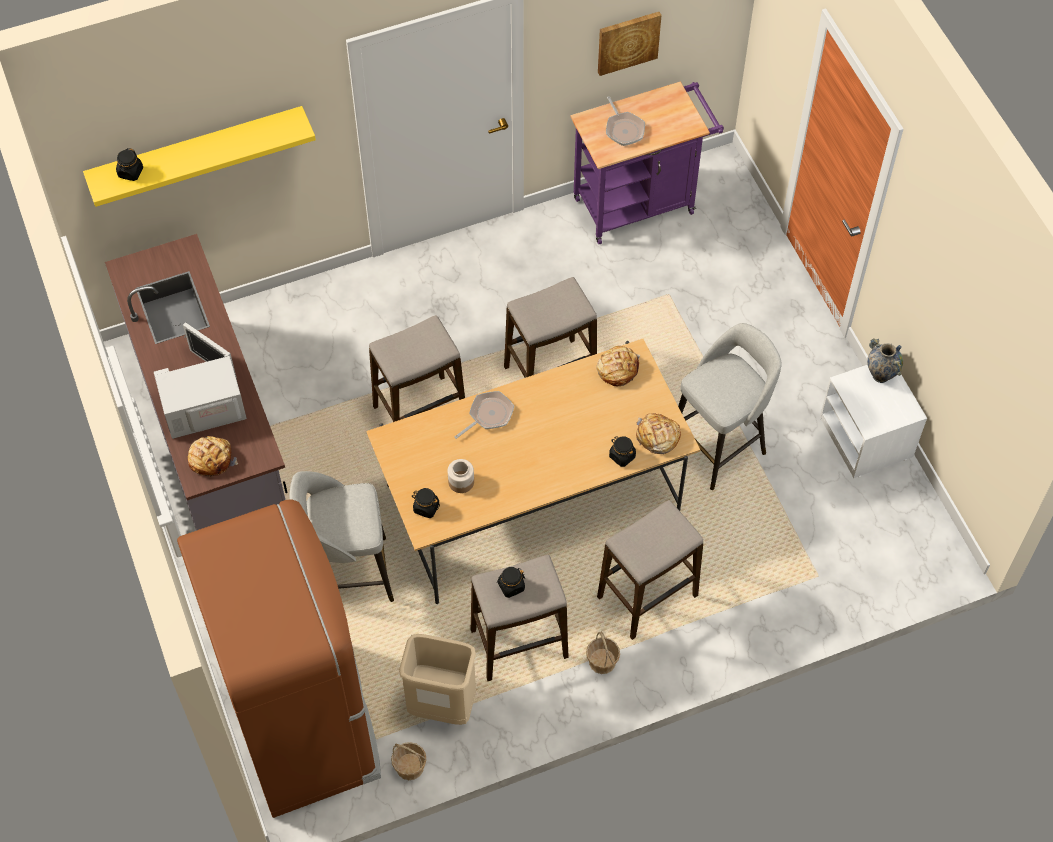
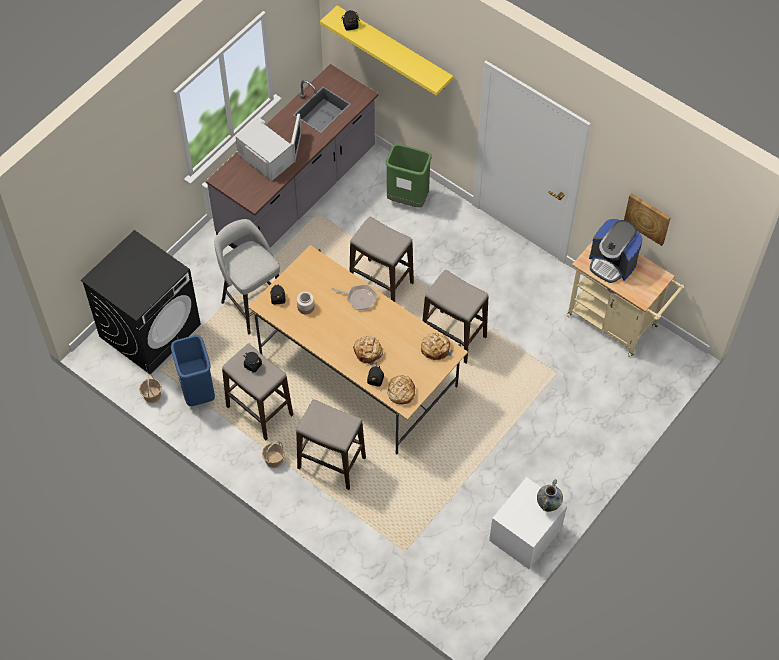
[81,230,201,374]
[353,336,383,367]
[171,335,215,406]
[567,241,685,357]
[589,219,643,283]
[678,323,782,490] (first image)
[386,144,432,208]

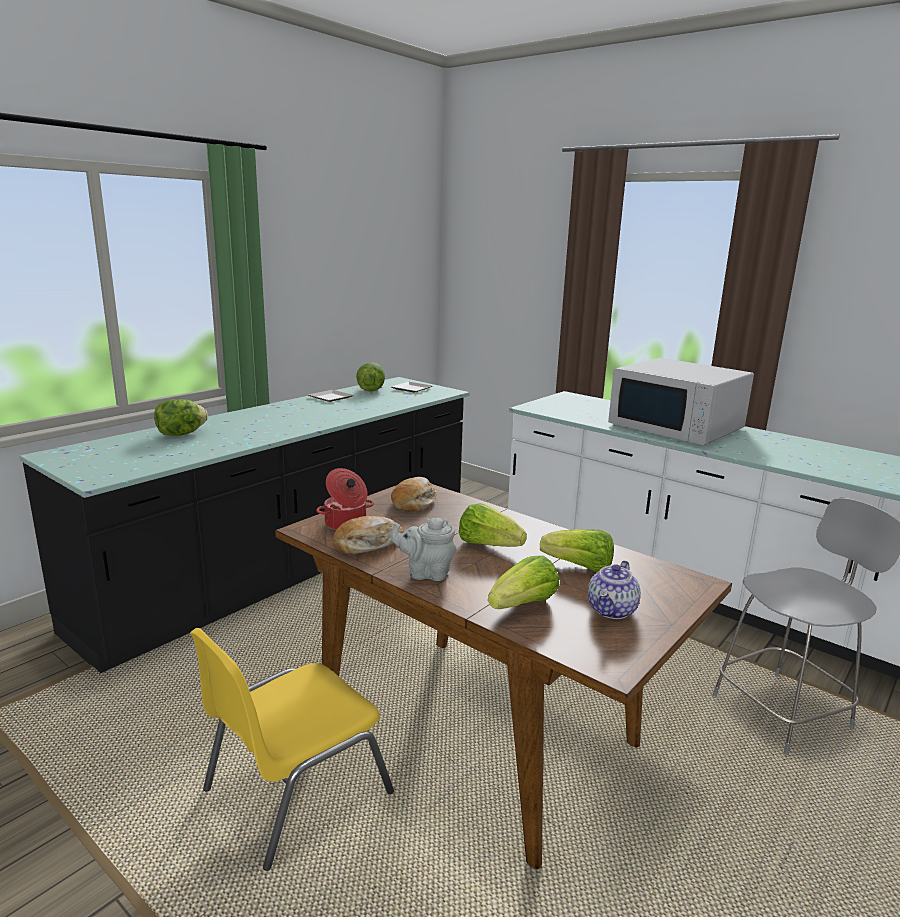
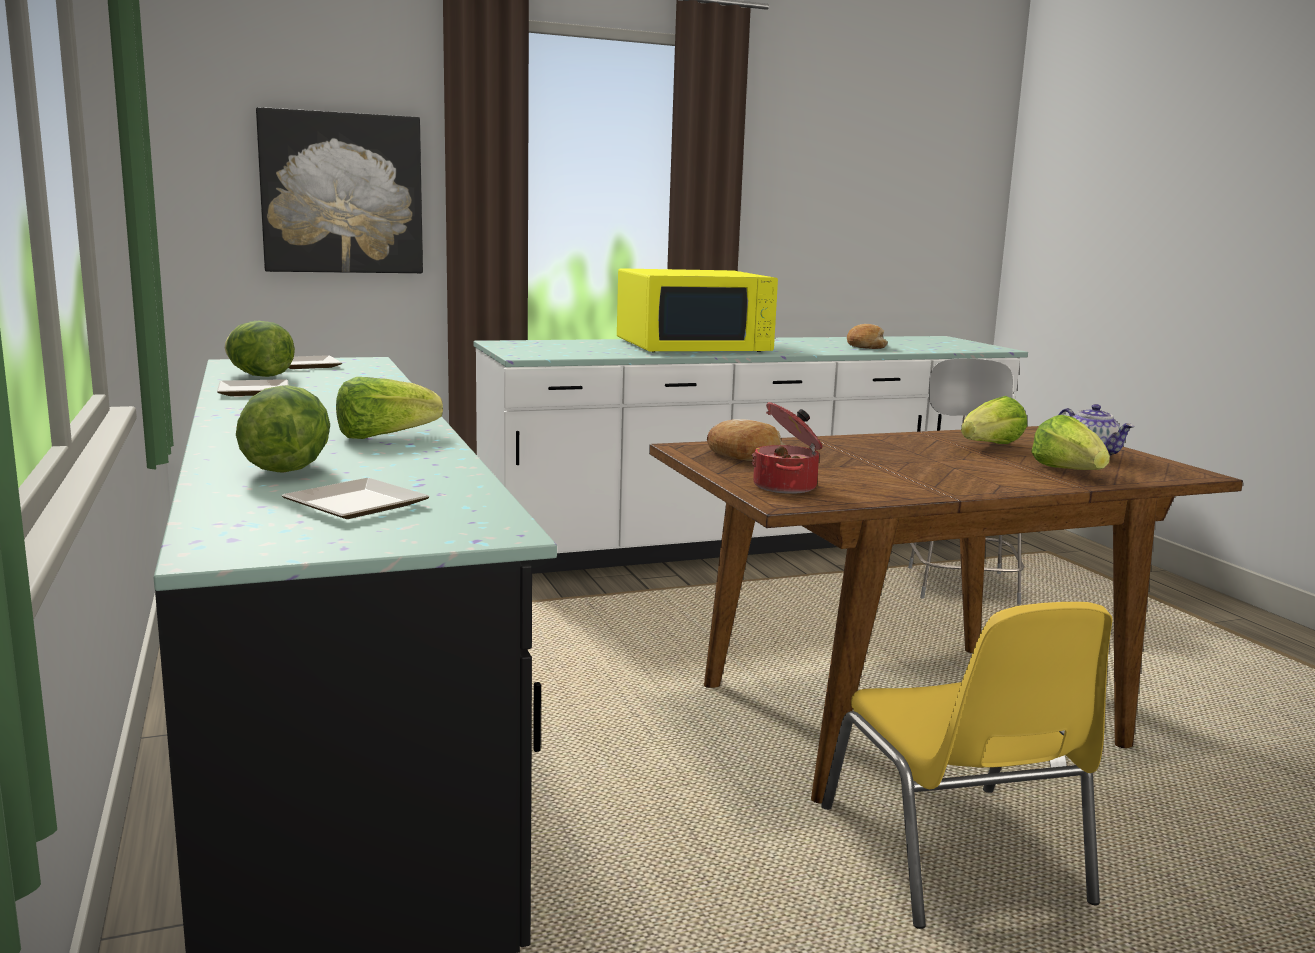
[847,324,888,349]
[390,518,456,581] (first image)
[336,377,443,439]
[617,268,778,353]
[256,107,423,273]
[282,478,430,519]

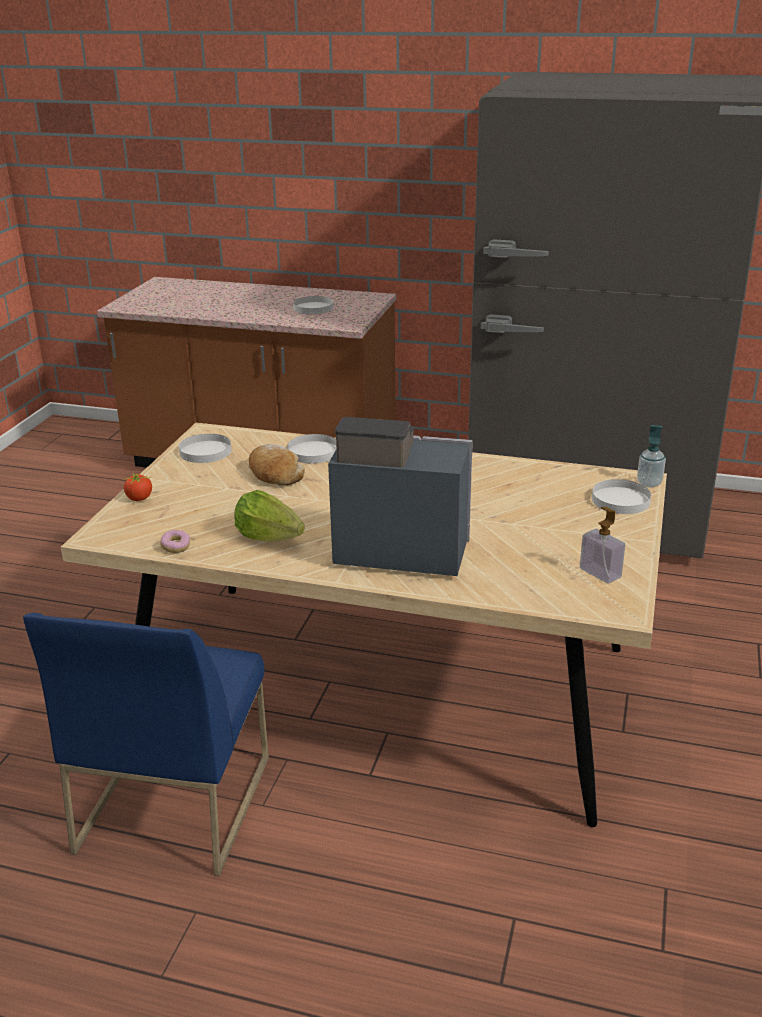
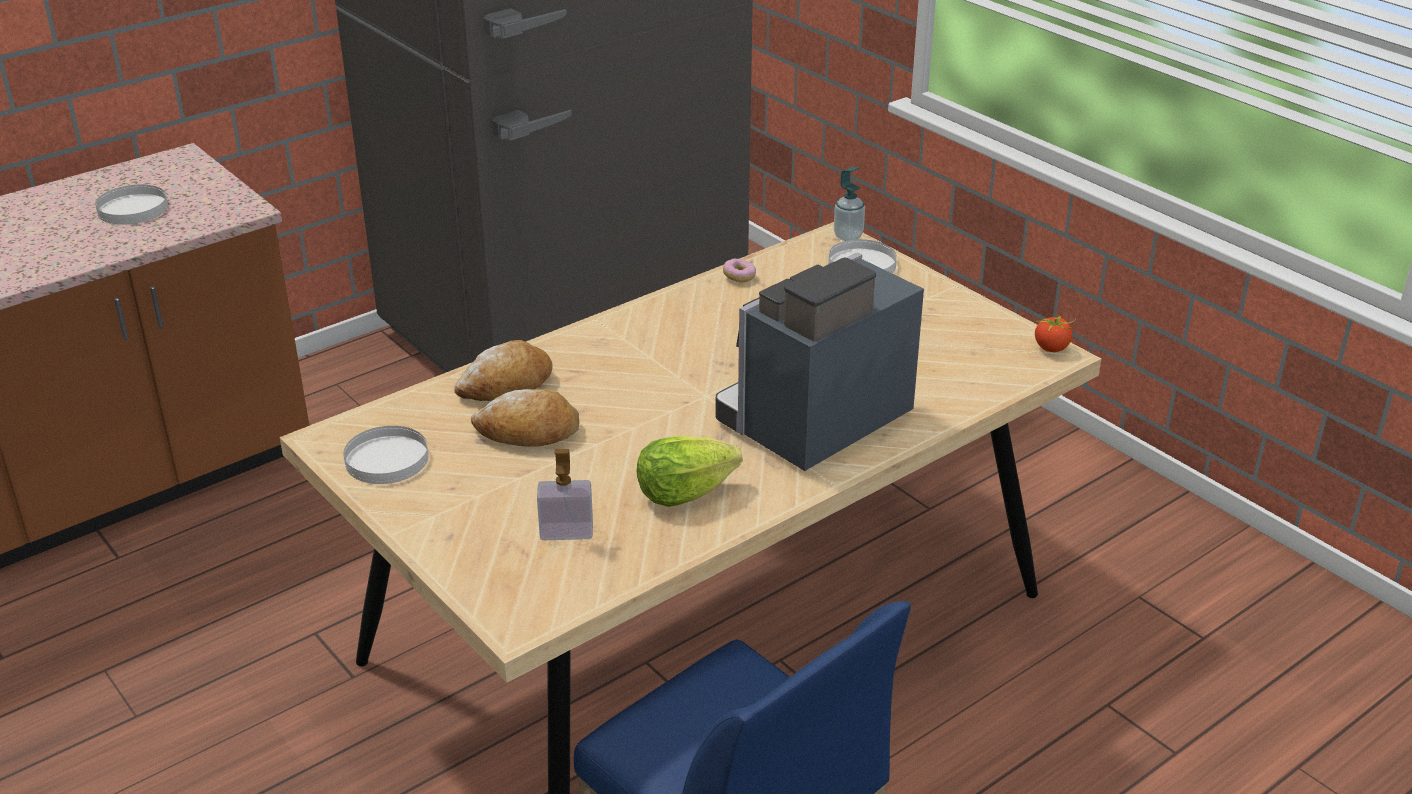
[1035,314,1076,352]
[723,258,756,282]
[454,340,553,401]
[537,449,593,540]

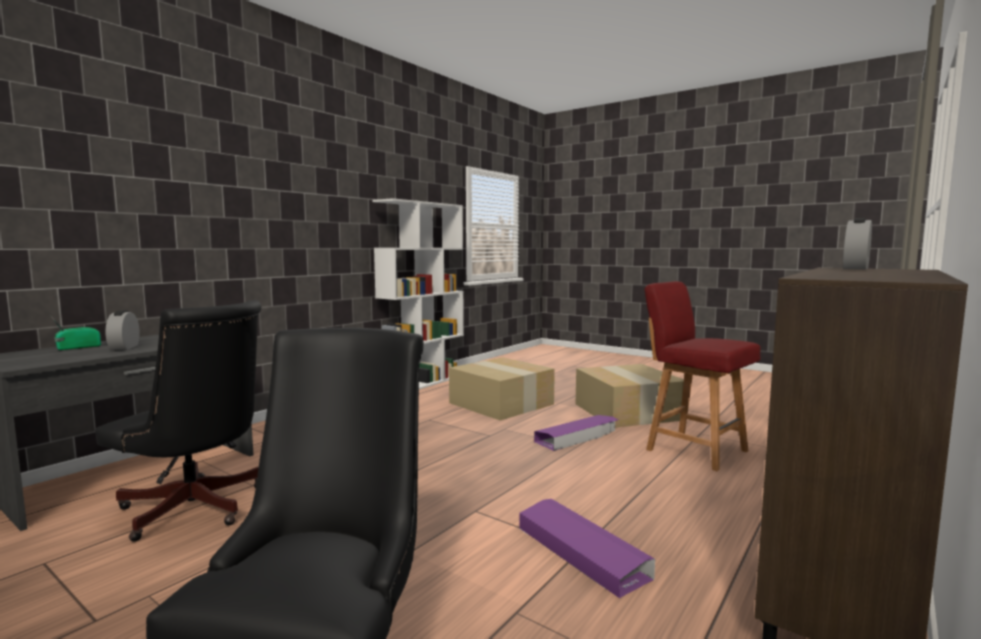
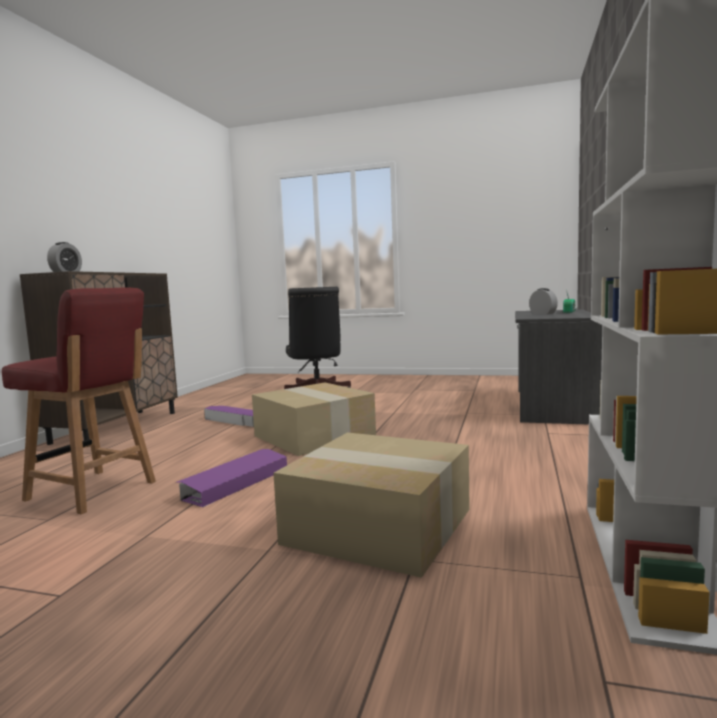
[95,300,261,542] (first image)
[252,383,376,456]

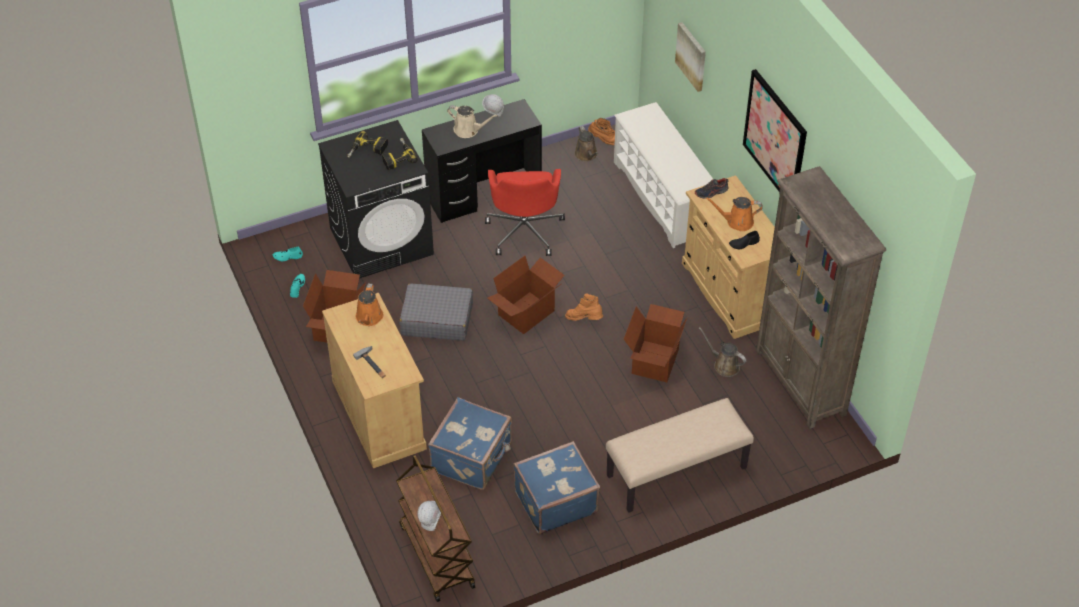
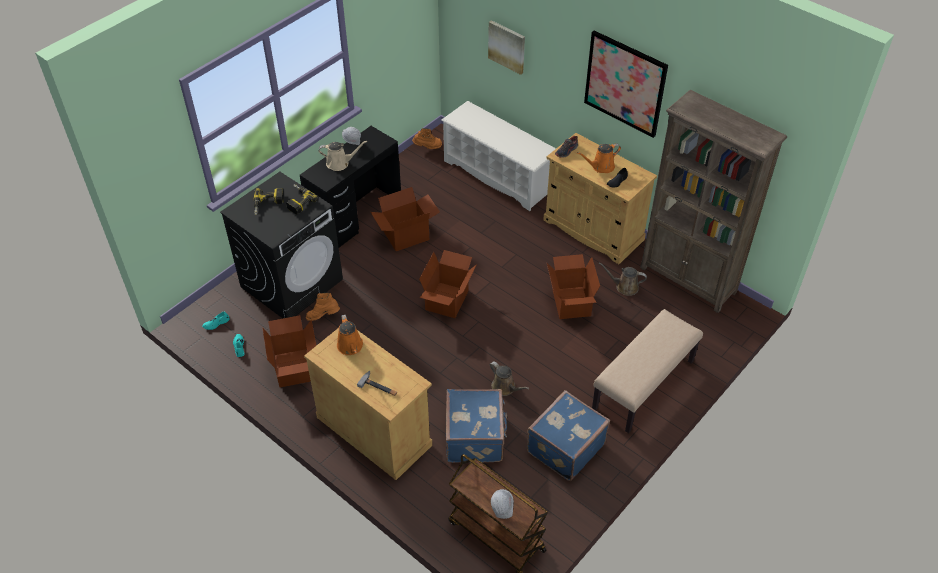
[399,283,473,341] (first image)
[371,187,440,251]
[306,293,340,321]
[490,361,529,396]

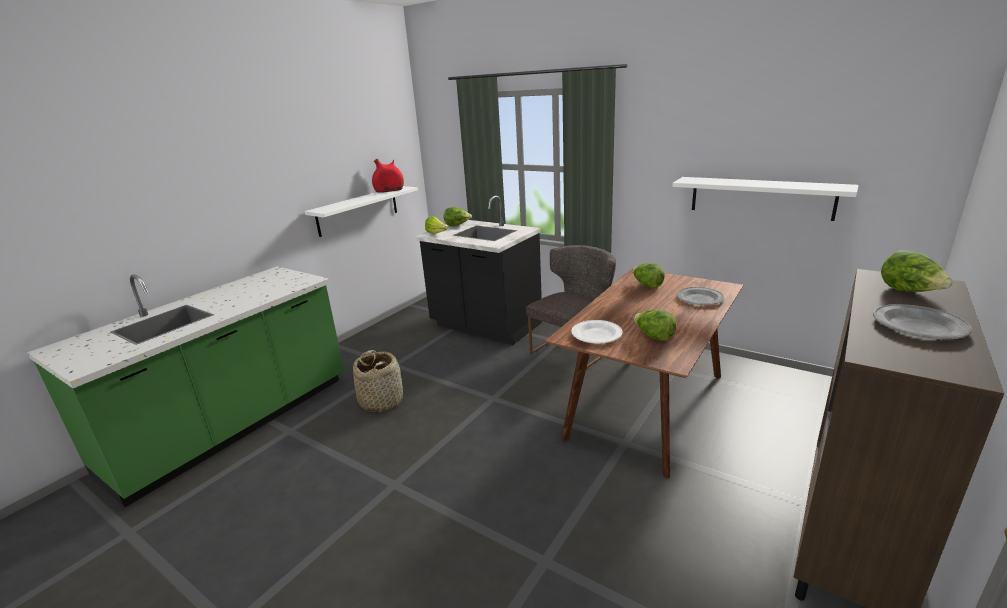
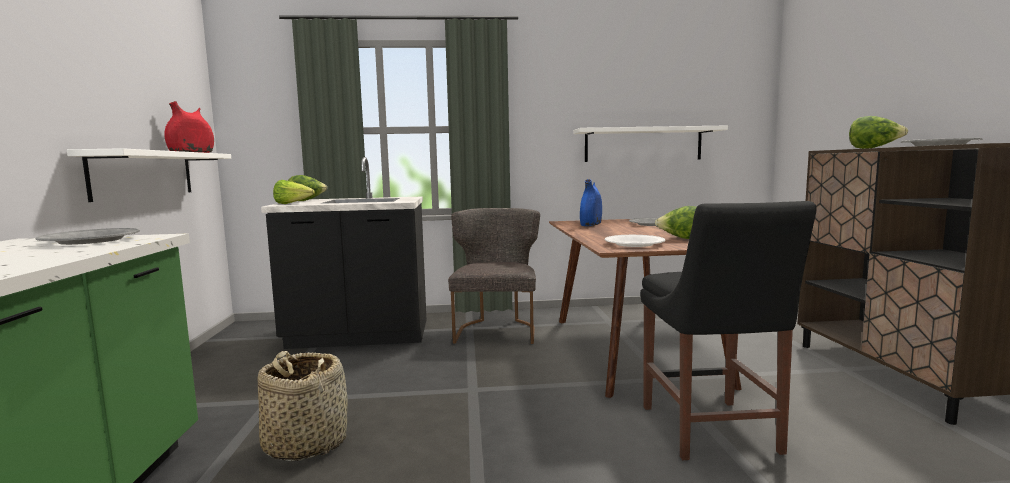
[580,179,602,226]
[36,228,140,245]
[640,201,817,460]

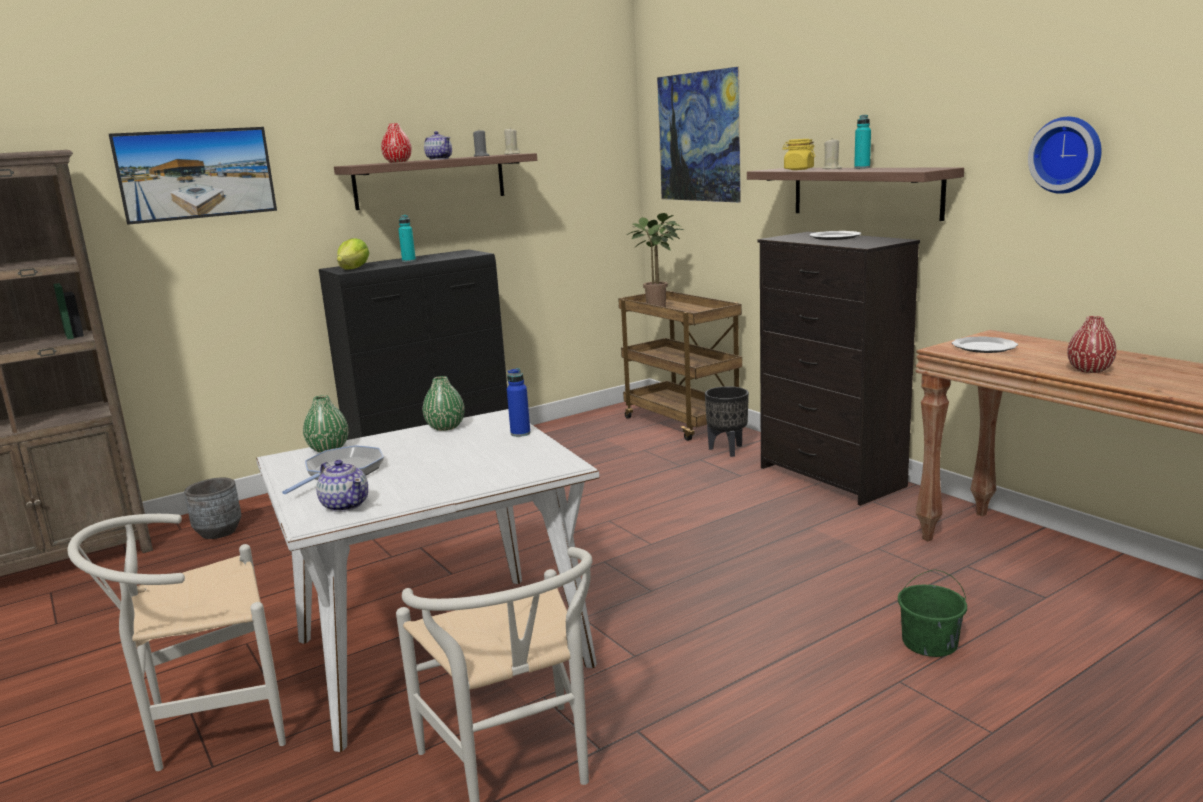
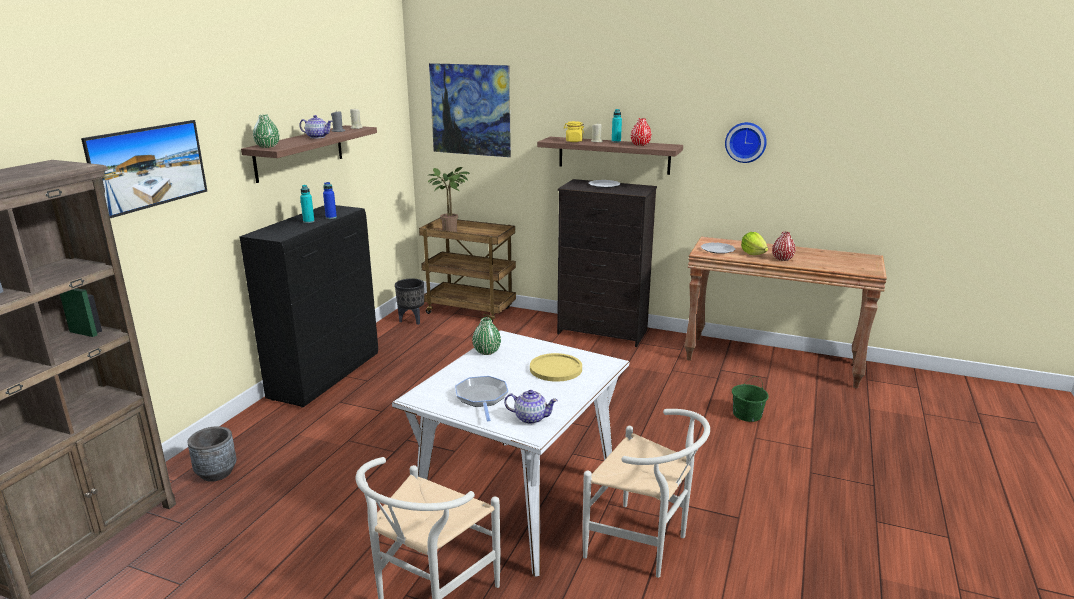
[253,114,280,148]
[741,232,768,255]
[631,118,652,146]
[323,182,337,219]
[395,279,424,325]
[530,353,582,382]

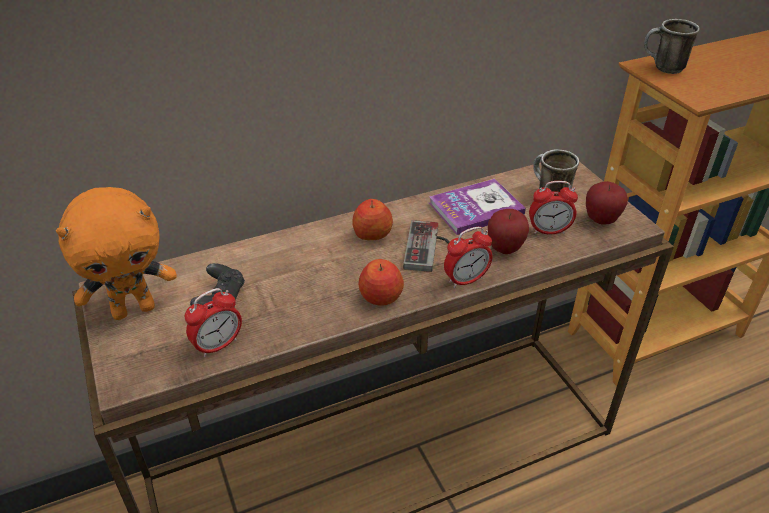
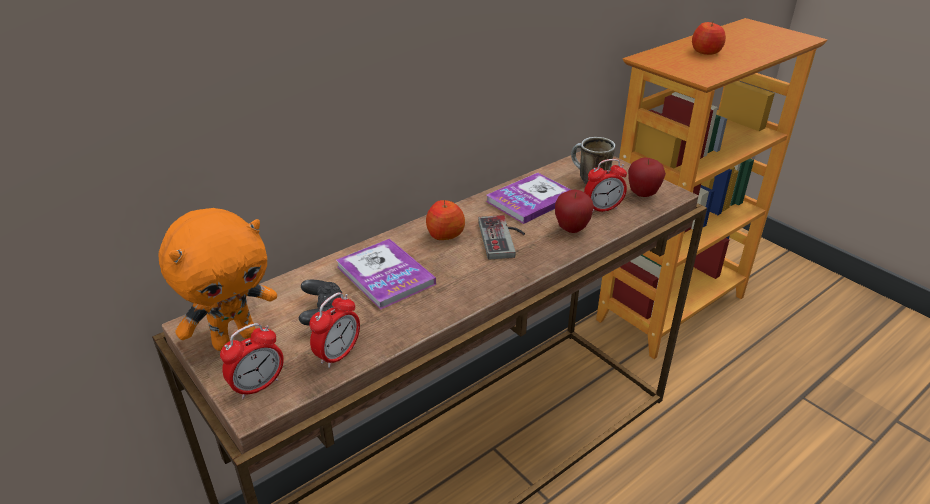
[692,22,726,55]
[220,323,284,399]
[644,19,700,74] (first image)
[336,239,436,310]

